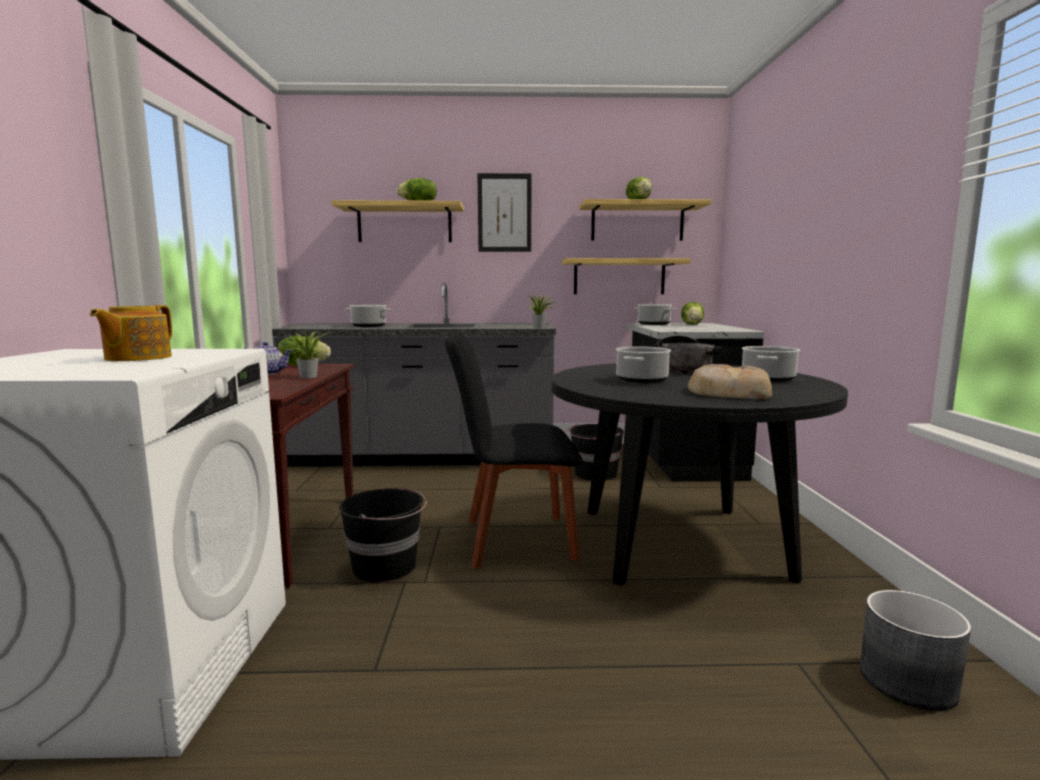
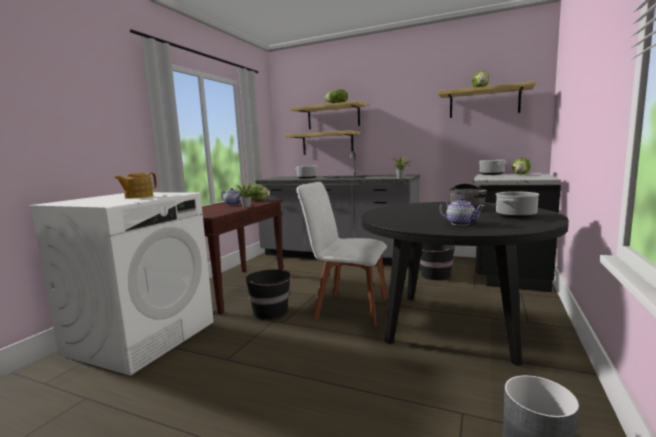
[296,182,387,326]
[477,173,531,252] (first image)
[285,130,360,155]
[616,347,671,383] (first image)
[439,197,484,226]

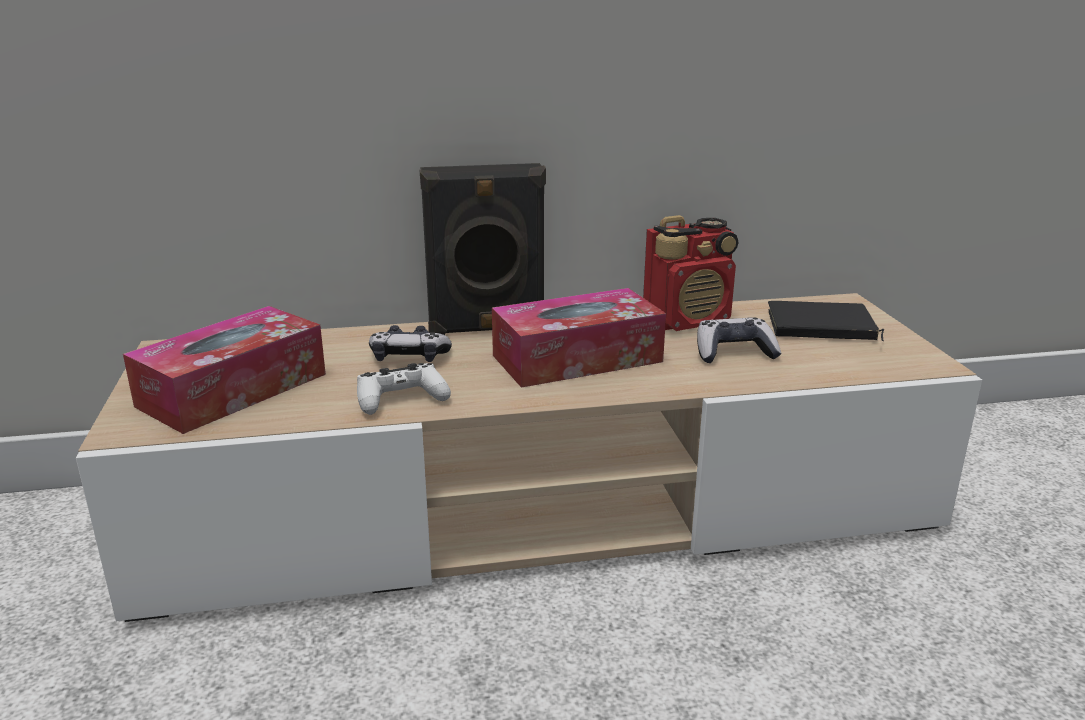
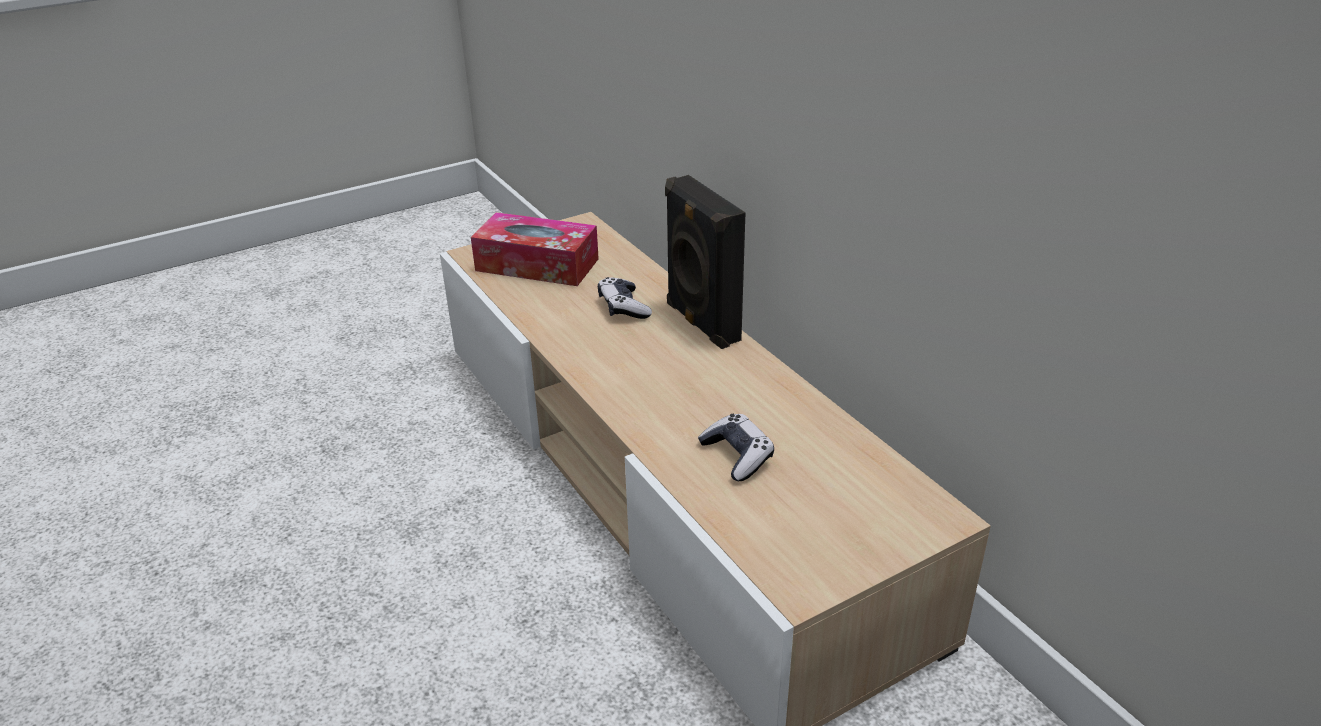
[357,363,451,415] (first image)
[492,288,666,388] (first image)
[643,215,739,331] (first image)
[768,301,884,341] (first image)

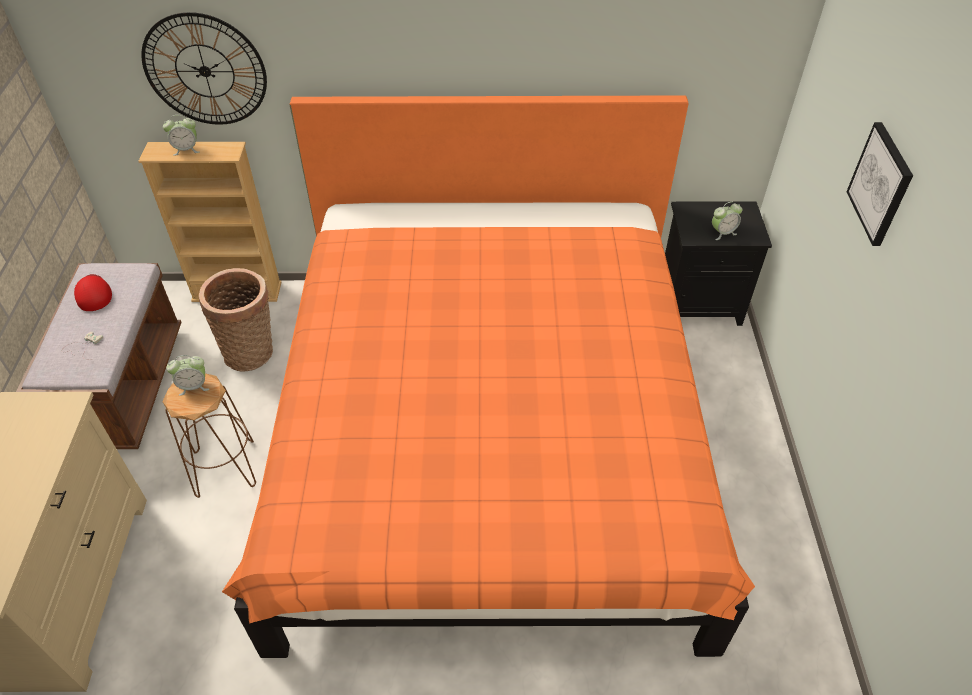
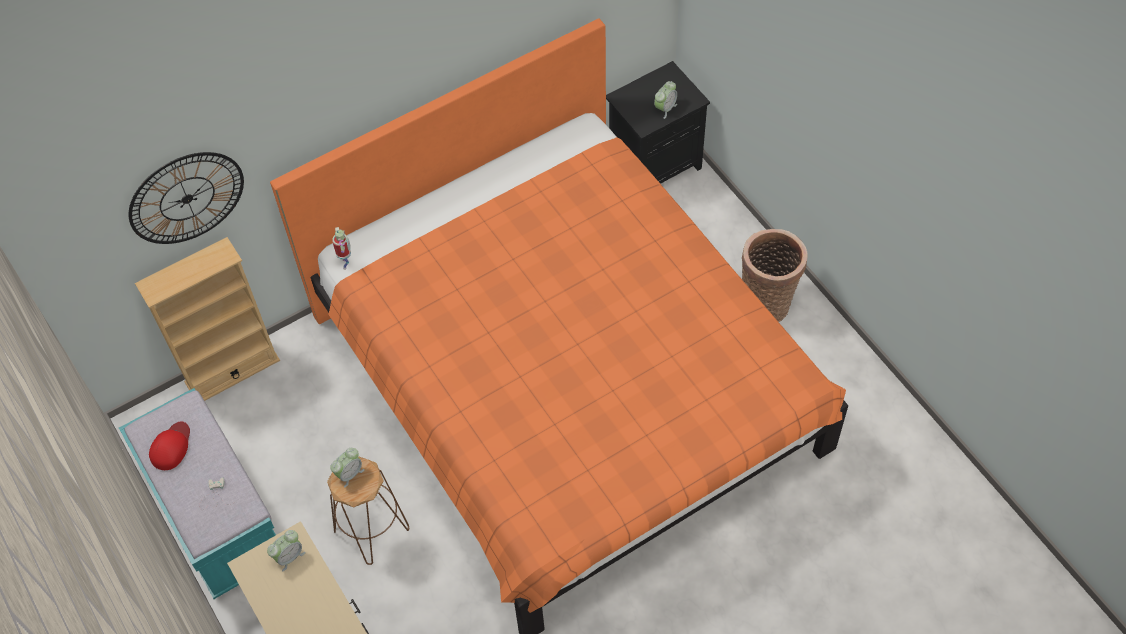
[119,388,276,599]
[149,422,190,470]
[267,530,306,571]
[742,229,808,322]
[847,122,913,246] (first image)
[332,227,351,270]

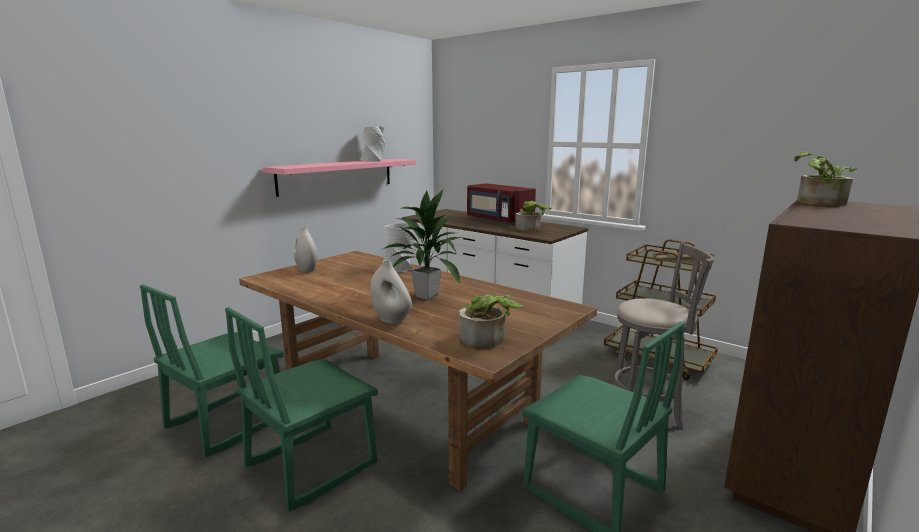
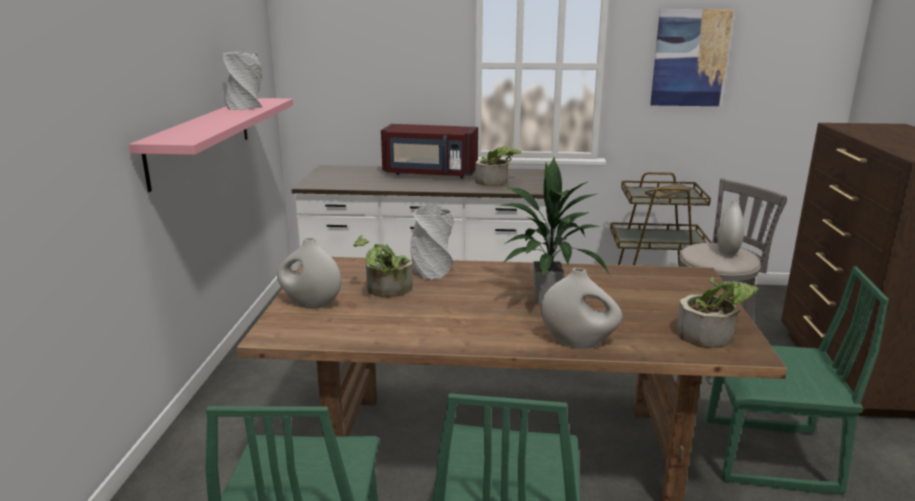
[353,235,412,298]
[650,9,734,106]
[717,199,744,256]

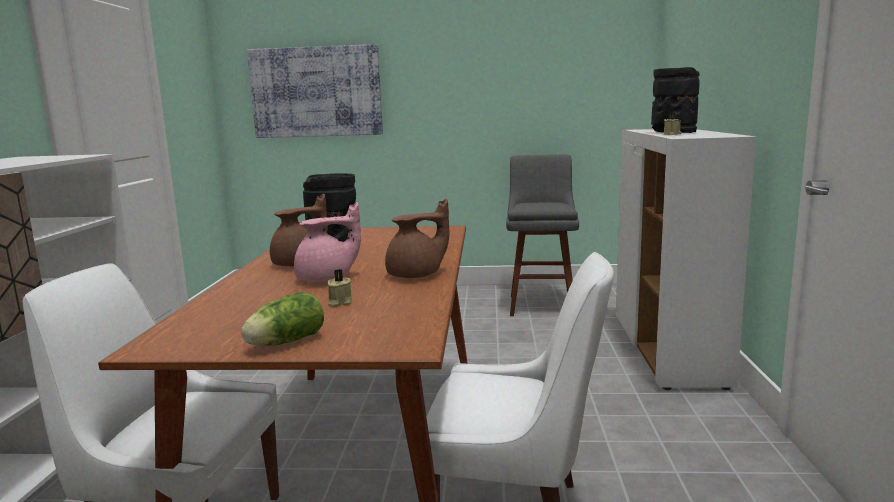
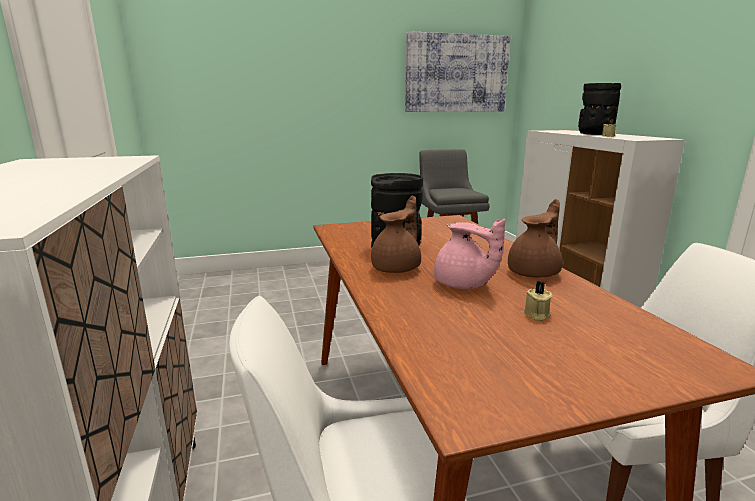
[241,292,324,346] (first image)
[405,31,510,112]
[434,219,506,289]

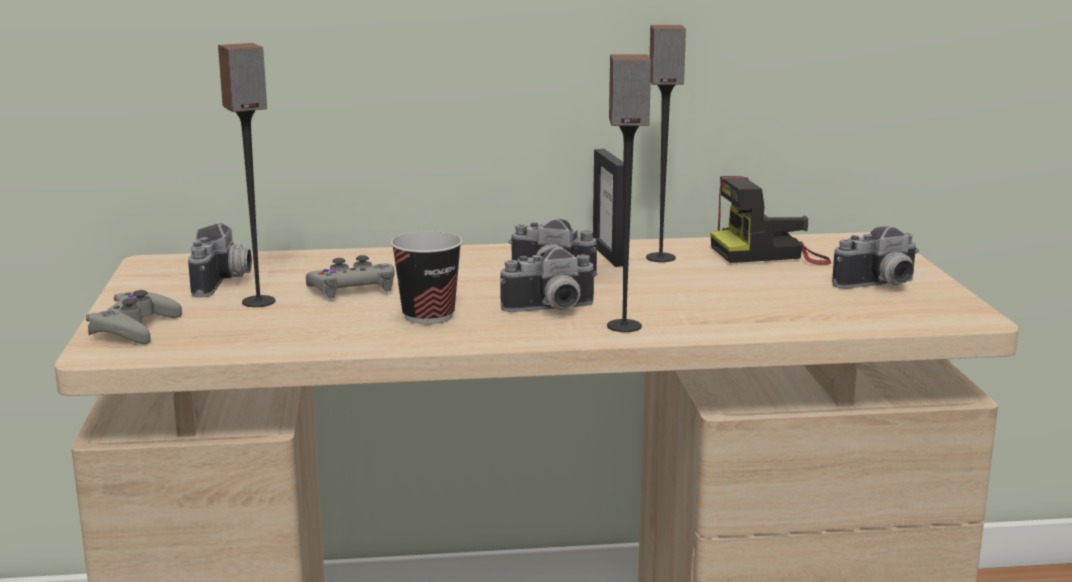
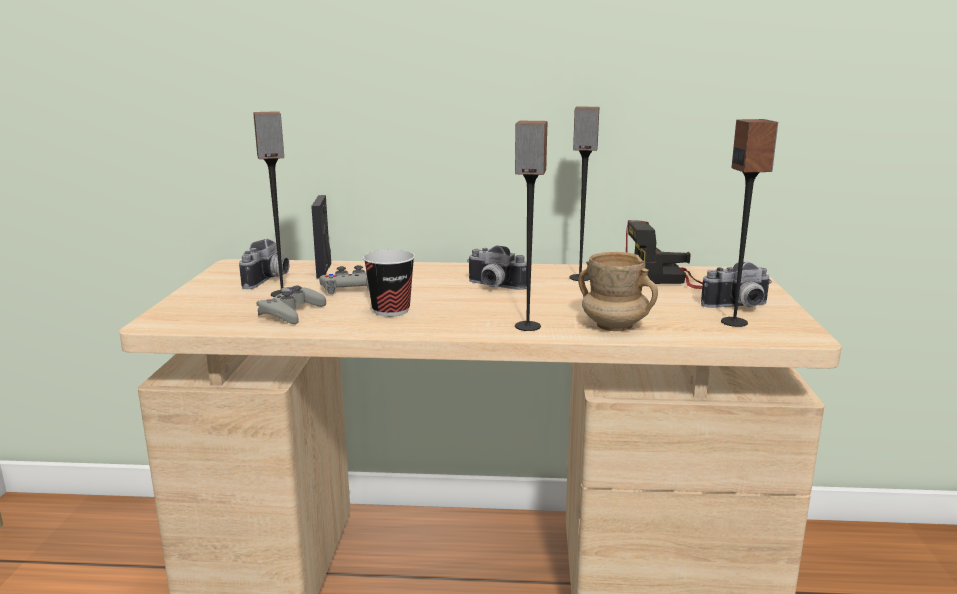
[256,285,326,324]
[500,248,597,312] (first image)
[311,195,331,278]
[578,252,658,331]
[721,119,778,327]

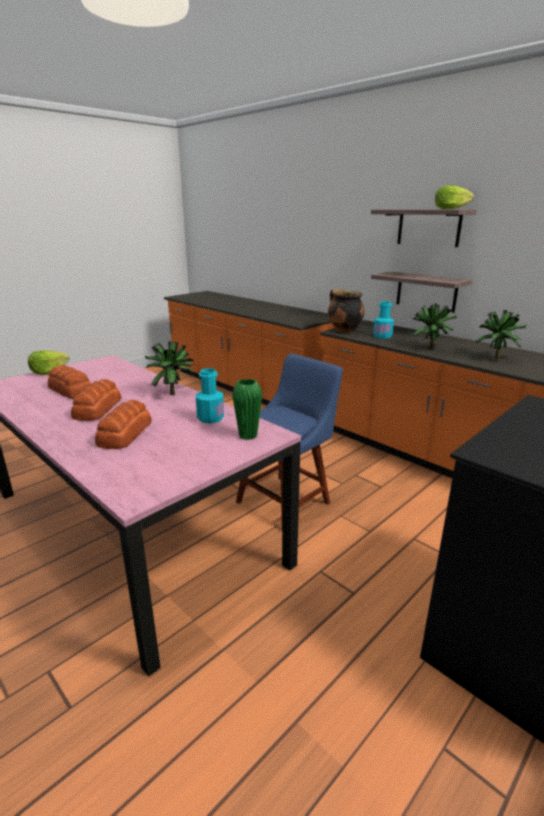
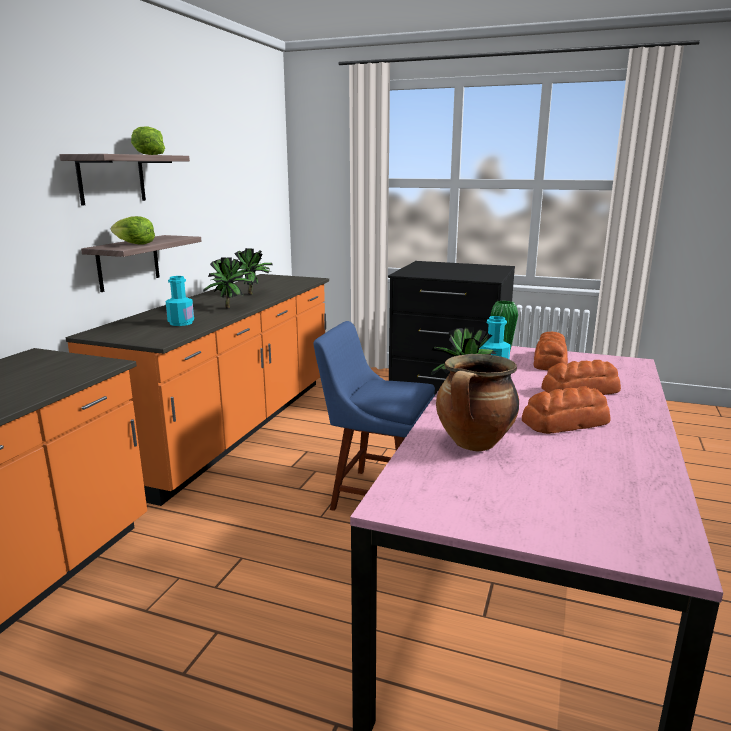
[111,216,155,244]
[533,332,568,370]
[436,354,519,451]

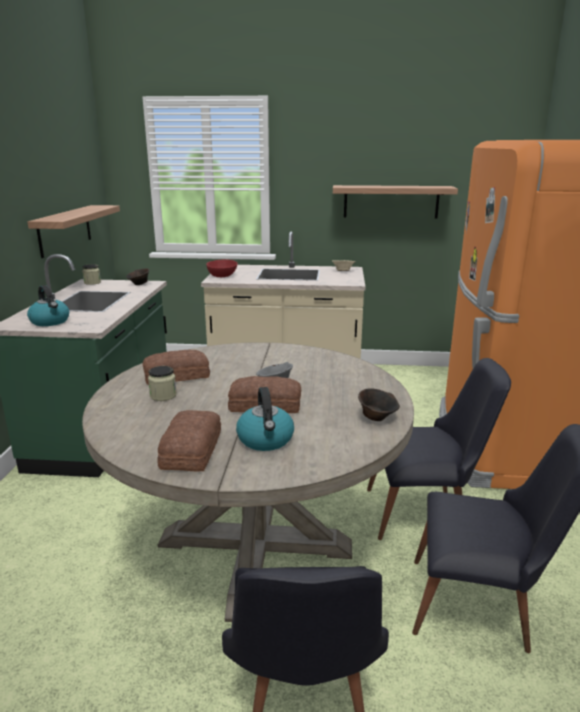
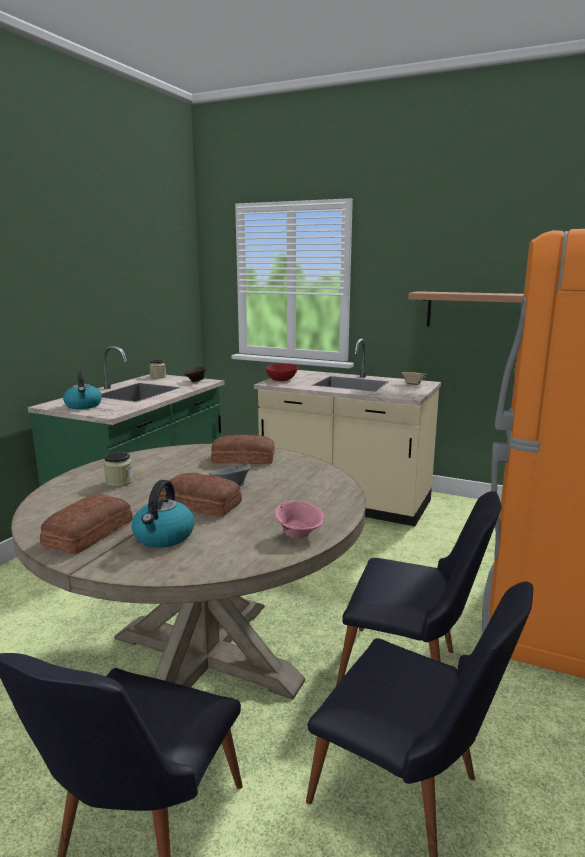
[27,205,120,258] (first image)
[211,435,275,464]
[275,501,323,539]

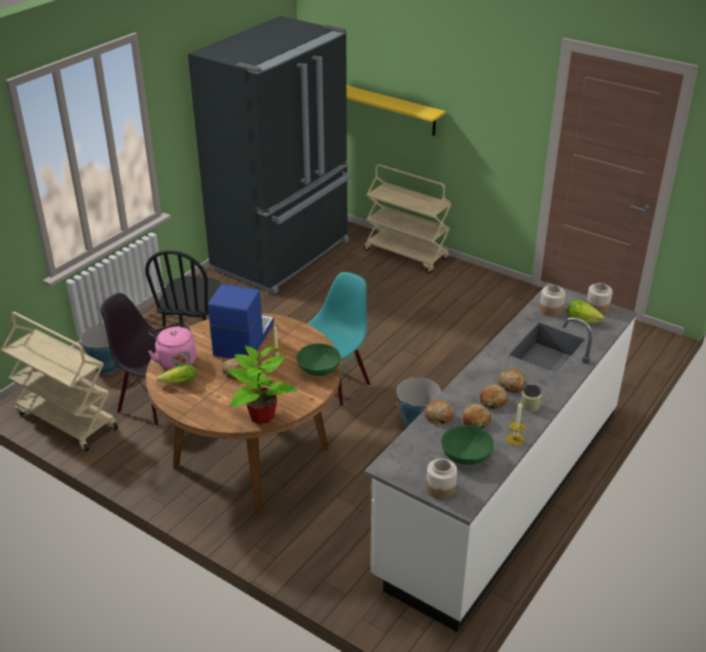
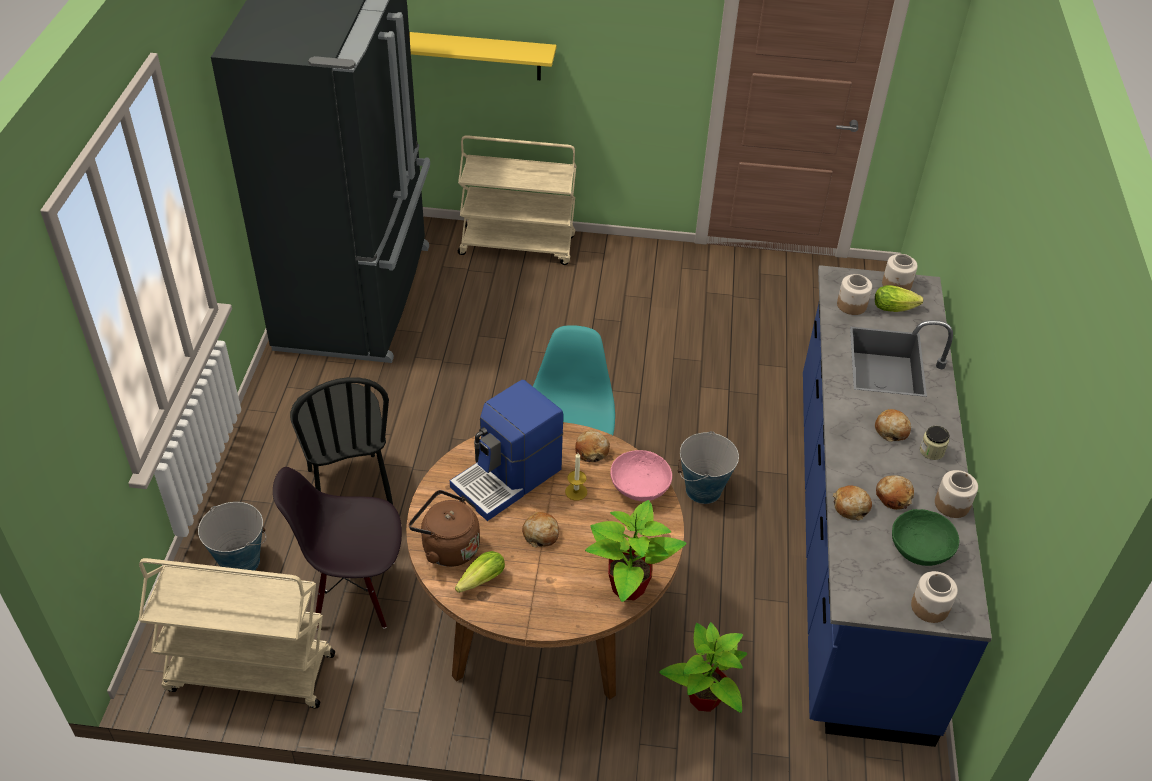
[409,490,480,567]
[450,380,563,521]
[610,450,672,501]
[803,265,992,747]
[575,430,610,463]
[935,470,978,518]
[659,622,748,713]

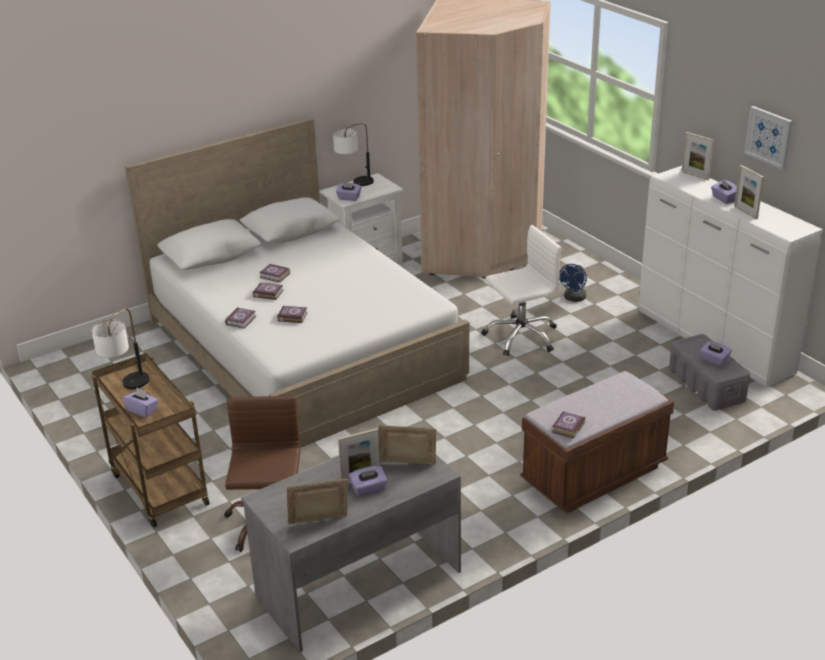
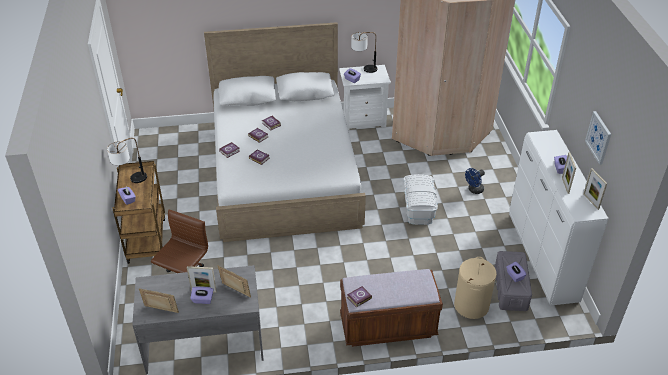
[404,174,438,225]
[583,168,607,210]
[454,257,497,319]

